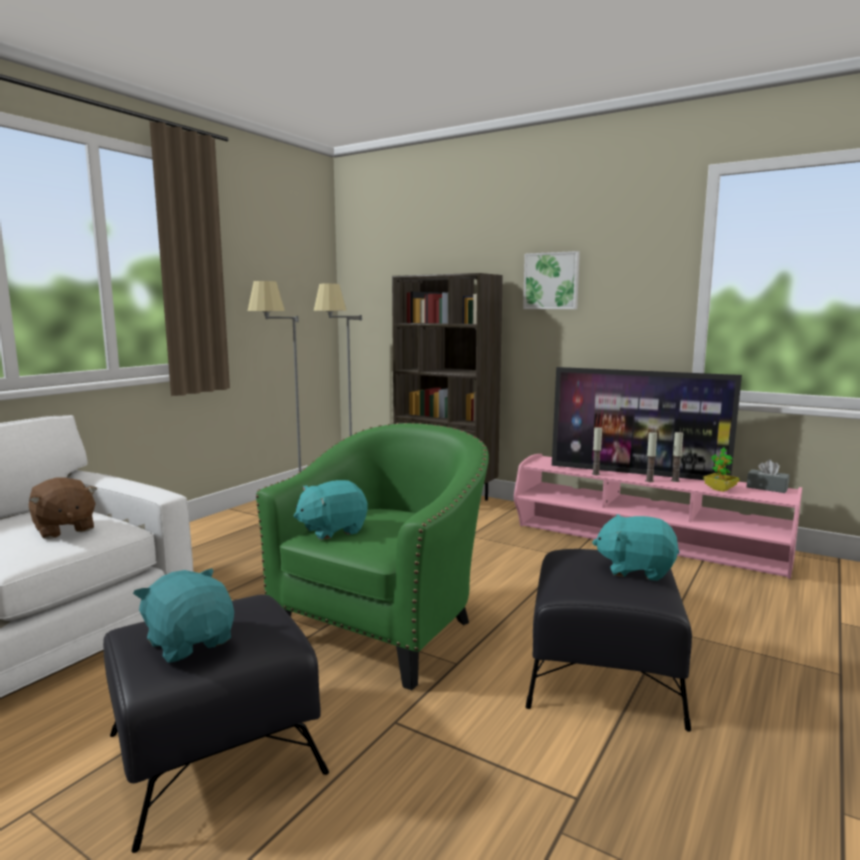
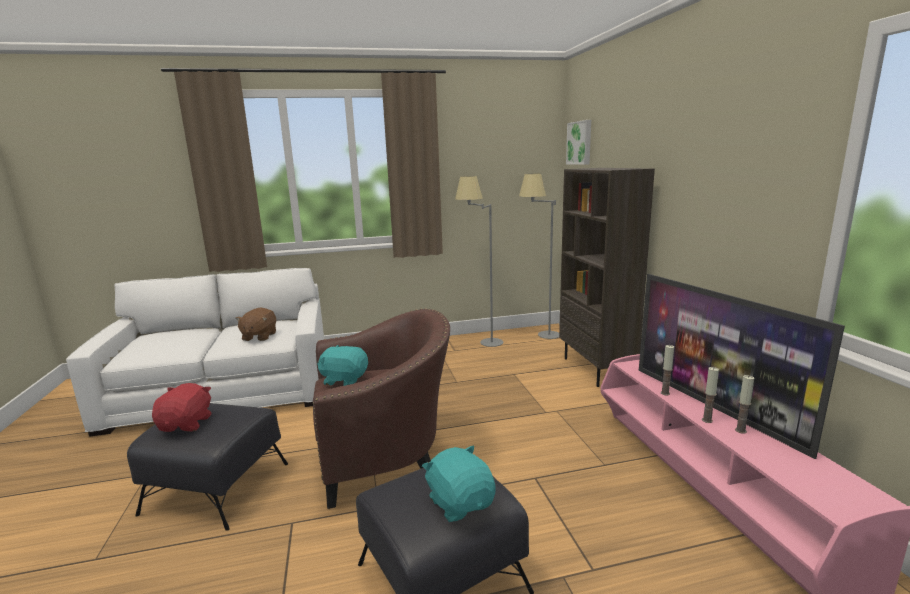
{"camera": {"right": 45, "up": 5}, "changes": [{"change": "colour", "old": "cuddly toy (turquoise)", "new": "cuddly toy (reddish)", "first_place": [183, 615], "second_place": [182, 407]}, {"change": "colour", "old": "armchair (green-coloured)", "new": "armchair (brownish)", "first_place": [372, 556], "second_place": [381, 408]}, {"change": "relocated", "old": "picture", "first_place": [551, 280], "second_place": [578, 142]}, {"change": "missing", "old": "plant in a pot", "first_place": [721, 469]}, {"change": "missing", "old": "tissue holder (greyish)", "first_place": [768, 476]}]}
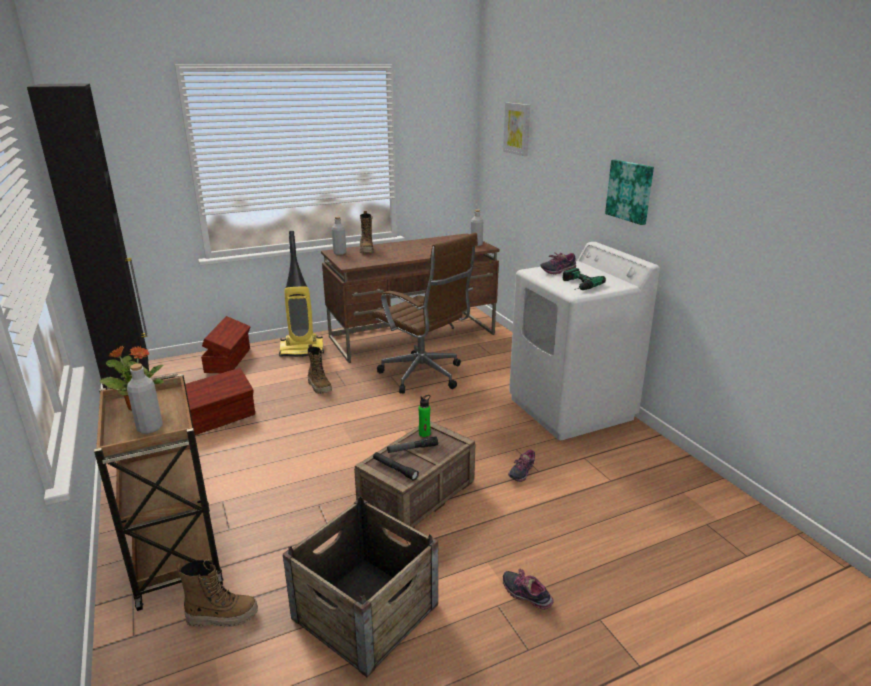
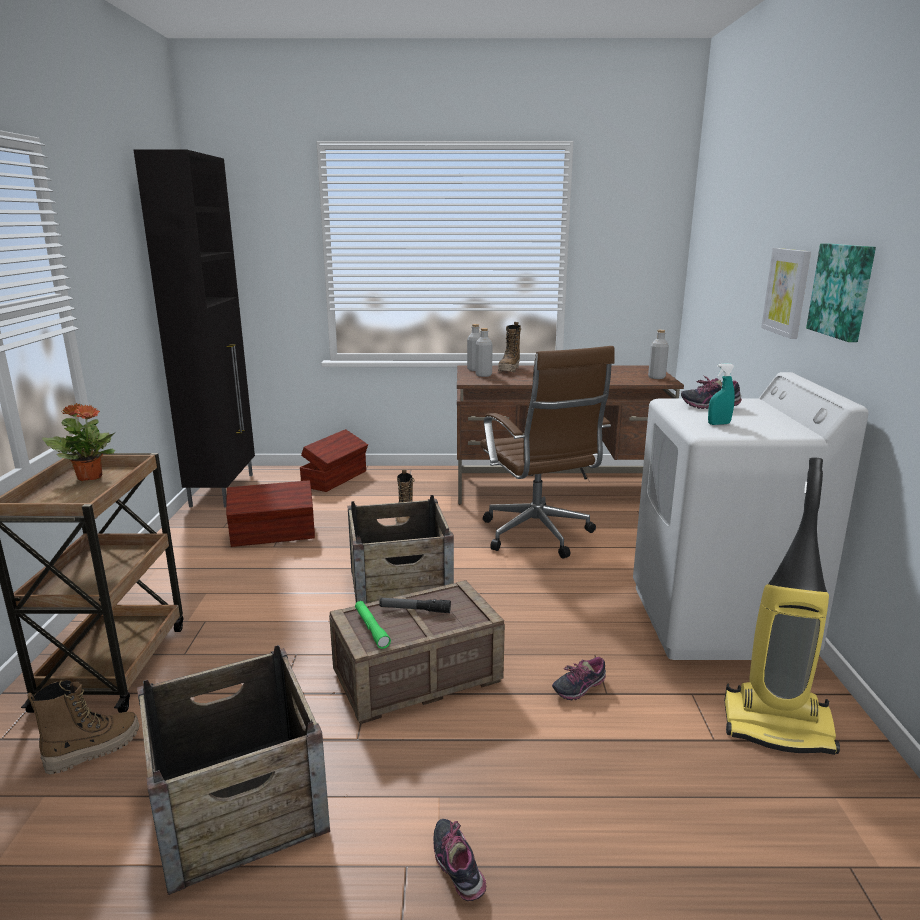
{"camera": {"right": 25, "up": -5}, "changes": [{"change": "relocated", "old": "beverage bottle (greyish)", "first_place": [145, 398], "second_place": [484, 352]}, {"change": "spun", "old": "tall boot", "first_place": [217, 593], "second_place": [83, 727], "degrees": -60}, {"change": "relocated", "old": "vacuum", "first_place": [301, 294], "second_place": [782, 606]}, {"change": "colour", "old": "flashlight (black)", "new": "flashlight (green-coloured)", "first_place": [396, 466], "second_place": [373, 625]}, {"change": "missing", "old": "beverage bottle (green-coloured)", "first_place": [424, 416]}, {"change": "relocated", "old": "picture", "first_place": [516, 129], "second_place": [786, 293]}, {"change": "exchanged", "old": "drill", "new": "sprayer (turquoise)", "first_place": [584, 279], "second_place": [721, 394]}, {"change": "appeared", "new": "packing crate", "second_place": [401, 549]}]}
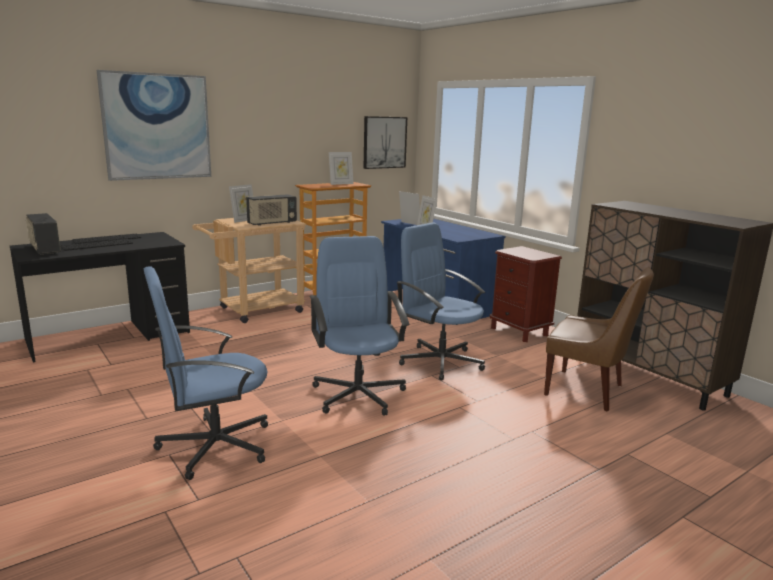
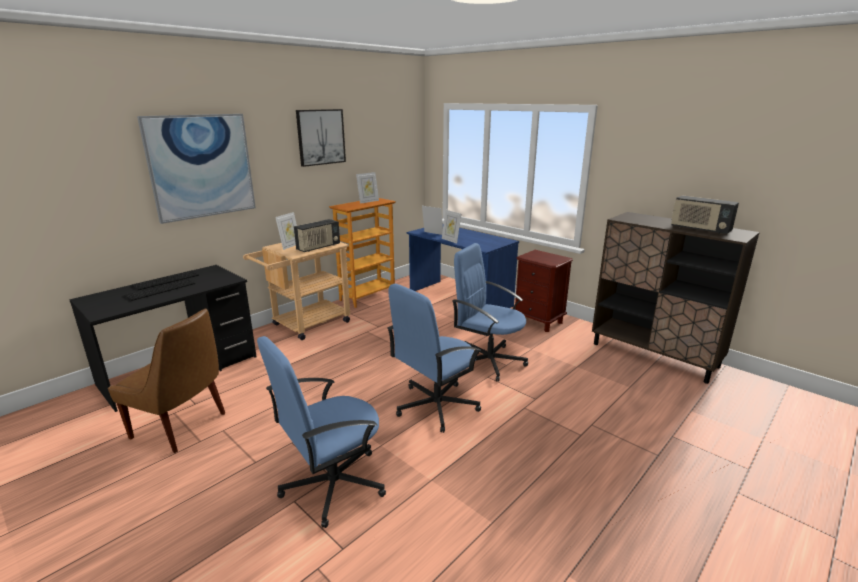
{"camera": {"right": -10, "up": 5}, "changes": [{"change": "relocated", "old": "radio set", "first_place": [43, 234], "second_place": [705, 214]}, {"change": "spun", "old": "office chair (blue-coloured)", "first_place": [360, 326], "second_place": [434, 358], "degrees": -105}, {"change": "relocated", "old": "picture", "first_place": [385, 142], "second_place": [321, 138]}, {"change": "relocated", "old": "plain chair (brownish)", "first_place": [599, 339], "second_place": [166, 380]}]}
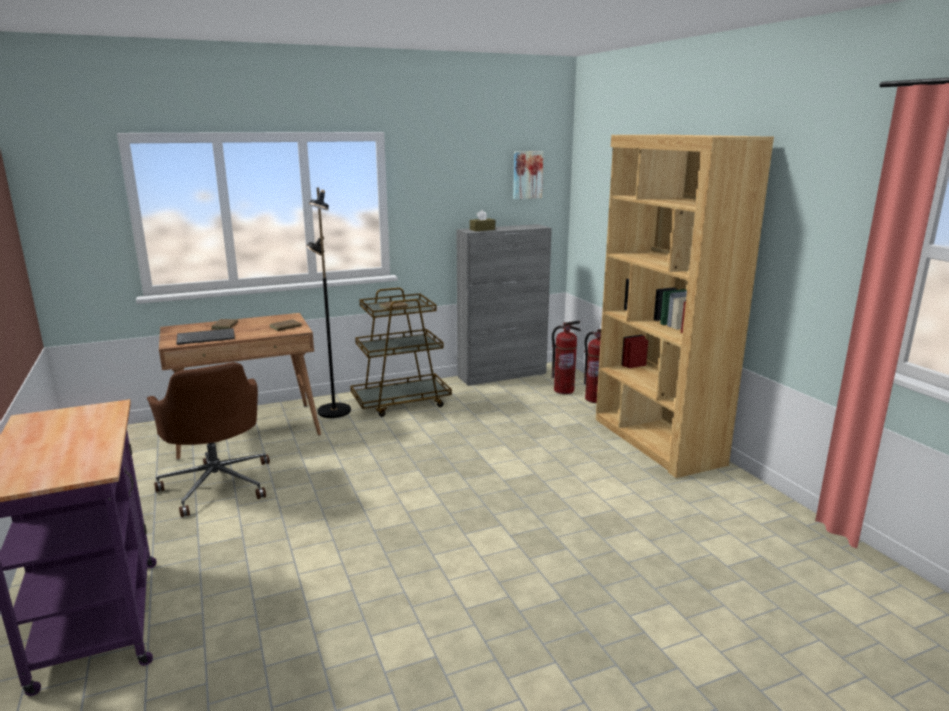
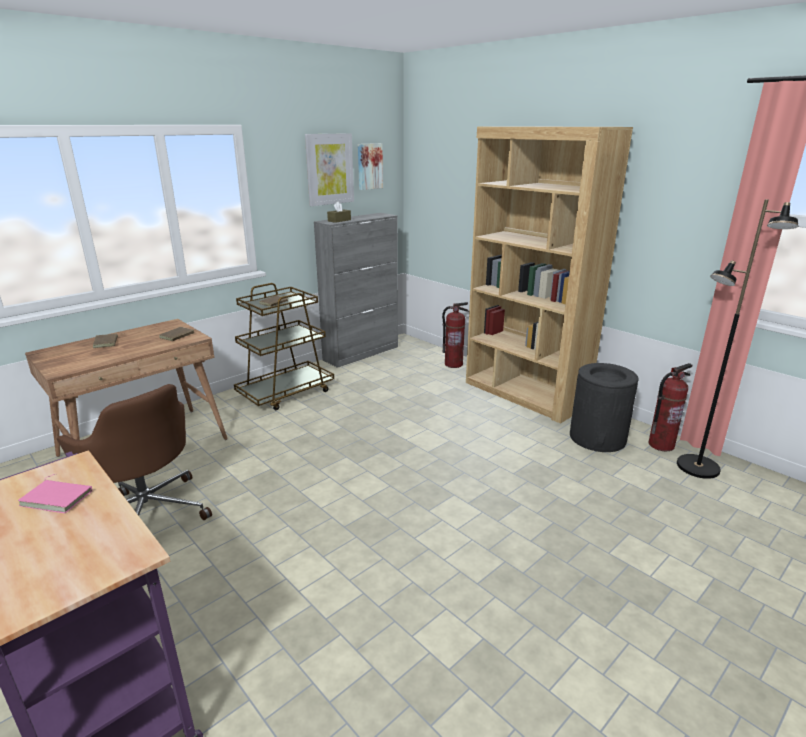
{"camera": {"right": -20, "up": 5}, "changes": [{"change": "missing", "old": "computer keyboard", "first_place": [205, 336]}, {"change": "relocated", "old": "floor lamp (black)", "first_place": [328, 303], "second_place": [737, 339]}, {"change": "relocated", "old": "fire-fighting cylinder", "first_place": [566, 357], "second_place": [670, 407]}, {"change": "appeared", "new": "volume (pink-coloured)", "second_place": [55, 493]}, {"change": "appeared", "new": "picture", "second_place": [329, 169]}, {"change": "appeared", "new": "waste bin (black)", "second_place": [604, 407]}]}
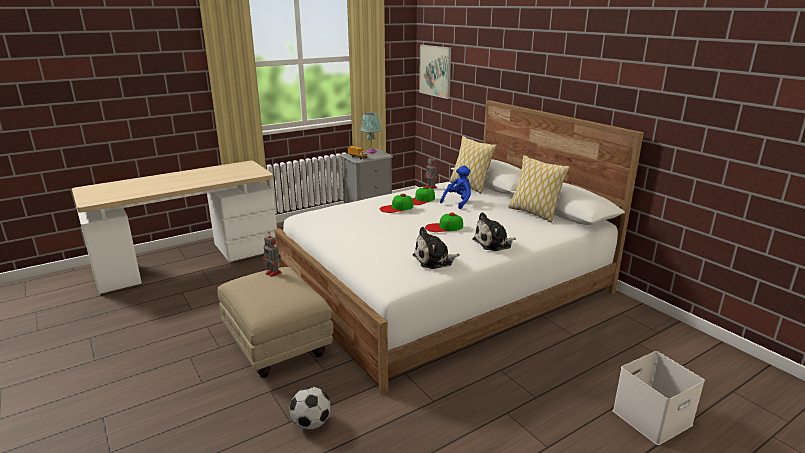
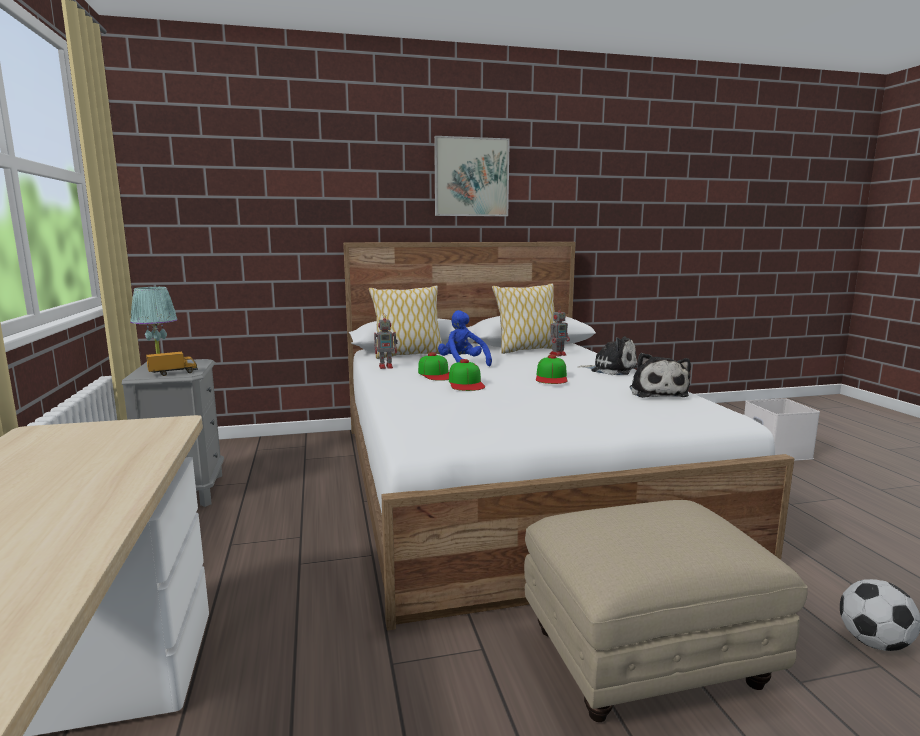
{"camera": {"right": -70, "up": -10}, "changes": [{"change": "relocated", "old": "robot figure", "first_place": [272, 254], "second_place": [559, 331]}, {"change": "relocated", "old": "picture", "first_place": [435, 72], "second_place": [472, 176]}, {"change": "spun", "old": "cuddly toy", "first_place": [494, 231], "second_place": [607, 355], "degrees": -60}]}
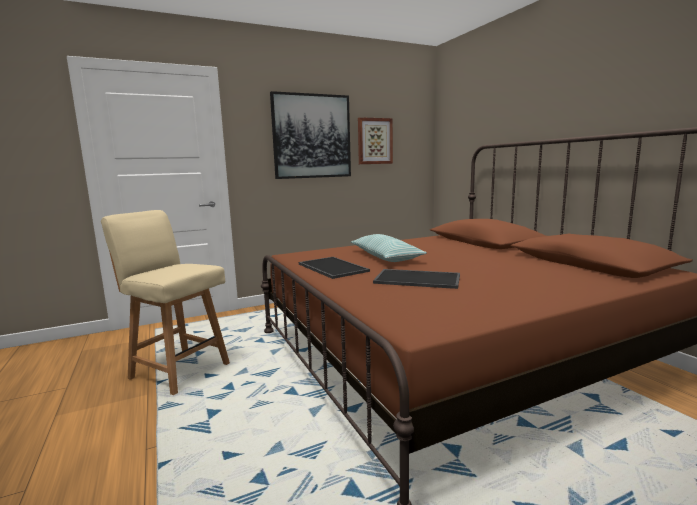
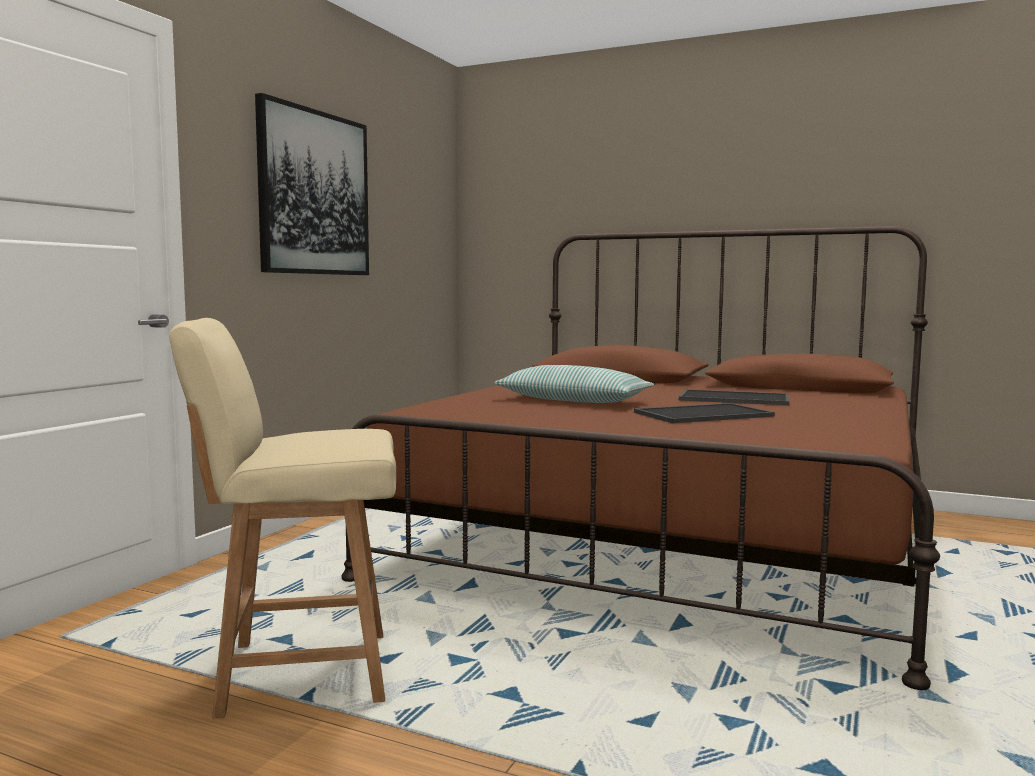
{"camera": {"right": -40, "up": -5}, "changes": [{"change": "relocated", "old": "tray", "first_place": [334, 268], "second_place": [734, 397]}, {"change": "missing", "old": "picture", "first_place": [375, 140]}]}
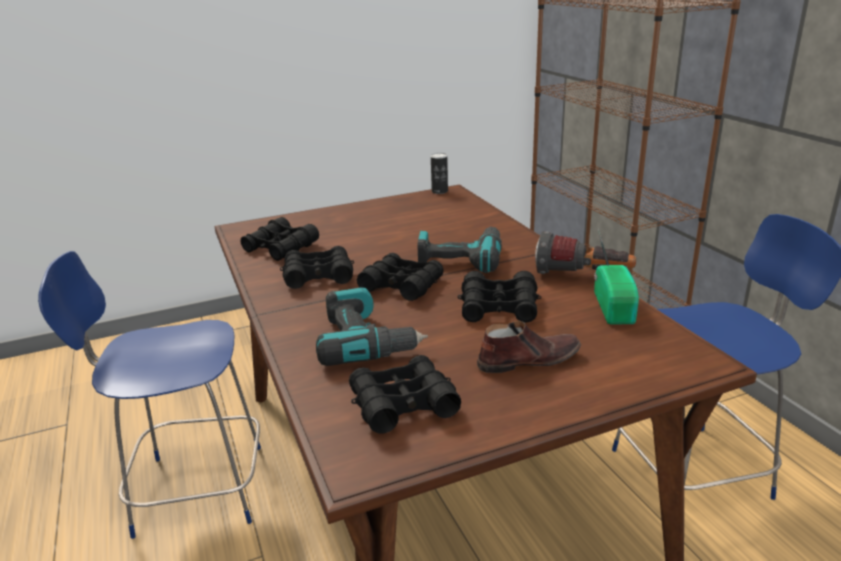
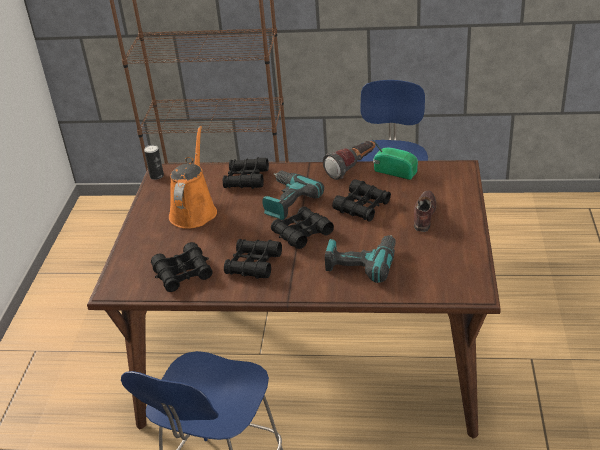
{"camera": {"right": -60, "up": 10}, "changes": [{"change": "relocated", "old": "pair of binoculars (black)", "first_place": [405, 394], "second_place": [246, 173]}, {"change": "appeared", "new": "sprinkling can (orange)", "second_place": [193, 177]}]}
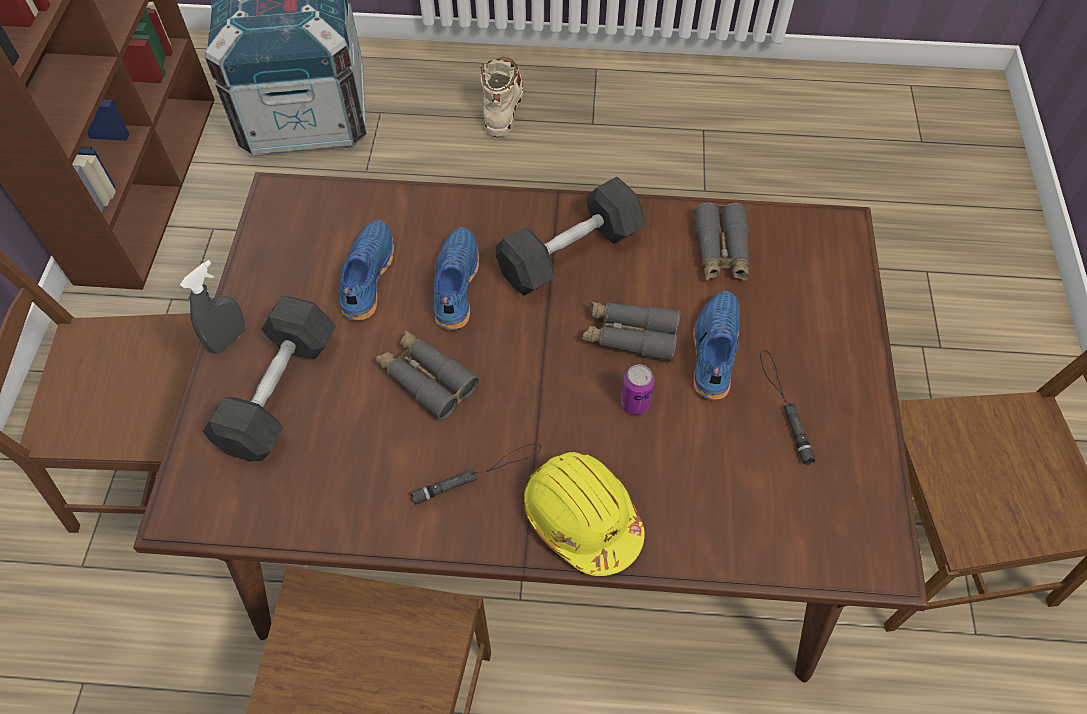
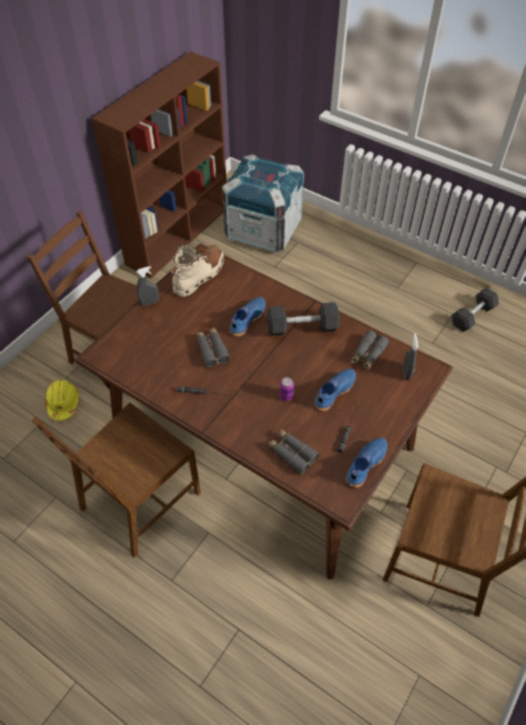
{"camera": {"right": 30, "up": -5}, "changes": [{"change": "relocated", "old": "free weight (greyish)", "first_place": [269, 378], "second_place": [475, 310]}, {"change": "relocated", "old": "item of footwear (blue-coloured)", "first_place": [367, 270], "second_place": [367, 463]}, {"change": "relocated", "old": "tall boot (sand-coloured)", "first_place": [501, 97], "second_place": [197, 270]}, {"change": "relocated", "old": "safety helmet (yellow-coloured)", "first_place": [584, 514], "second_place": [62, 400]}, {"change": "relocated", "old": "pair of binoculars (greyish)", "first_place": [631, 331], "second_place": [293, 451]}, {"change": "appeared", "new": "sprayer (greyish)", "second_place": [410, 356]}]}
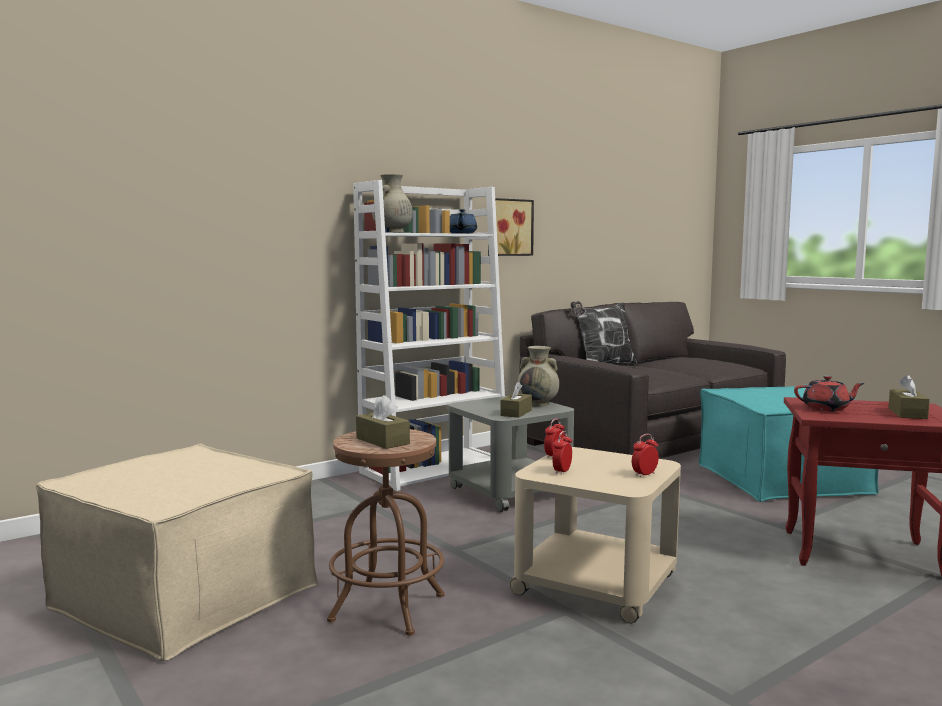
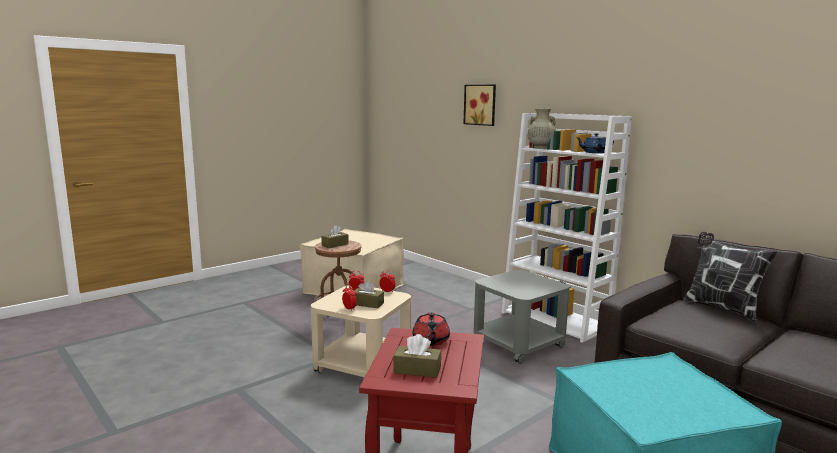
{"camera": {"right": 85, "up": 5}, "changes": [{"change": "relocated", "old": "picture", "first_place": [511, 227], "second_place": [479, 105]}, {"change": "relocated", "old": "tissue holder (brownish)", "first_place": [516, 400], "second_place": [369, 294]}, {"change": "missing", "old": "vase (sand-coloured)", "first_place": [538, 376]}]}
